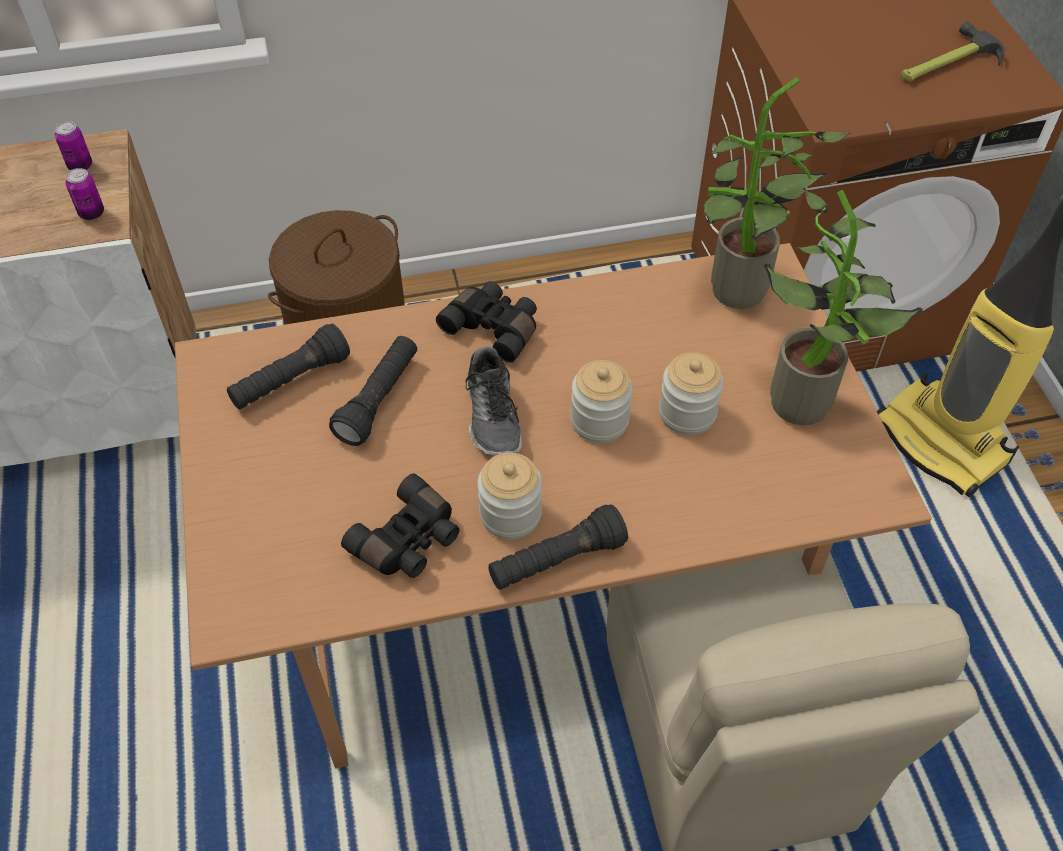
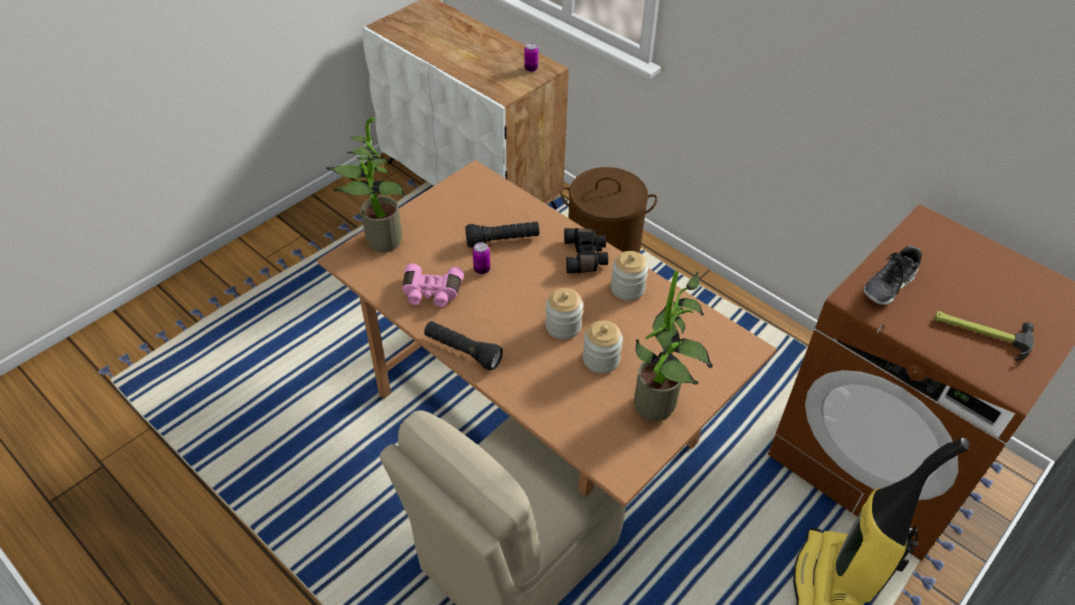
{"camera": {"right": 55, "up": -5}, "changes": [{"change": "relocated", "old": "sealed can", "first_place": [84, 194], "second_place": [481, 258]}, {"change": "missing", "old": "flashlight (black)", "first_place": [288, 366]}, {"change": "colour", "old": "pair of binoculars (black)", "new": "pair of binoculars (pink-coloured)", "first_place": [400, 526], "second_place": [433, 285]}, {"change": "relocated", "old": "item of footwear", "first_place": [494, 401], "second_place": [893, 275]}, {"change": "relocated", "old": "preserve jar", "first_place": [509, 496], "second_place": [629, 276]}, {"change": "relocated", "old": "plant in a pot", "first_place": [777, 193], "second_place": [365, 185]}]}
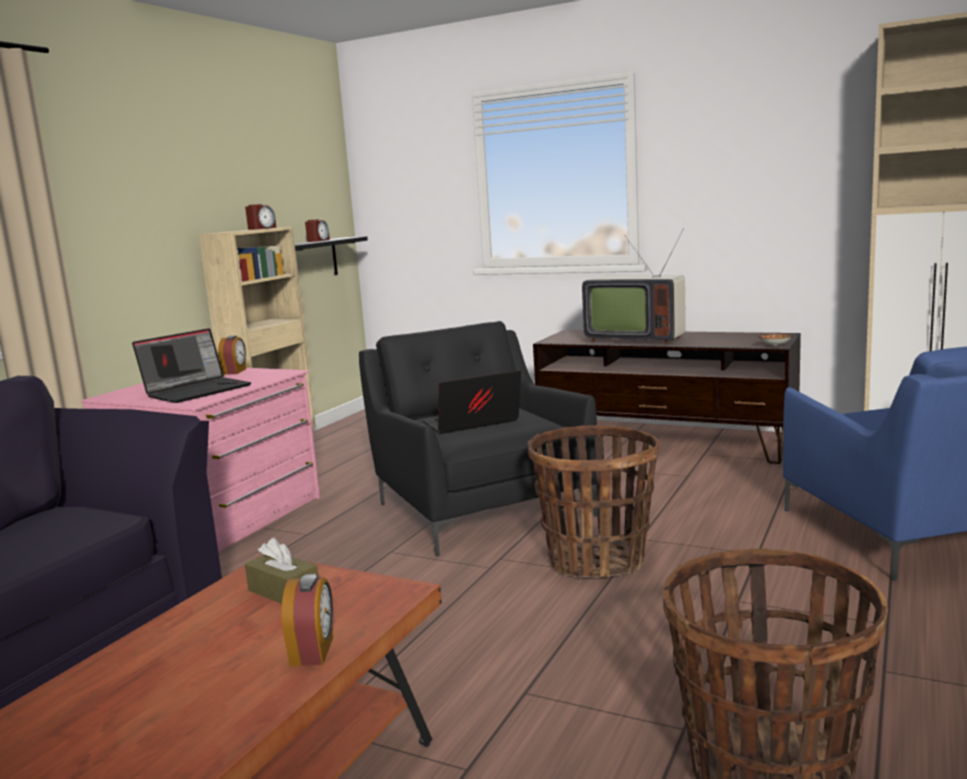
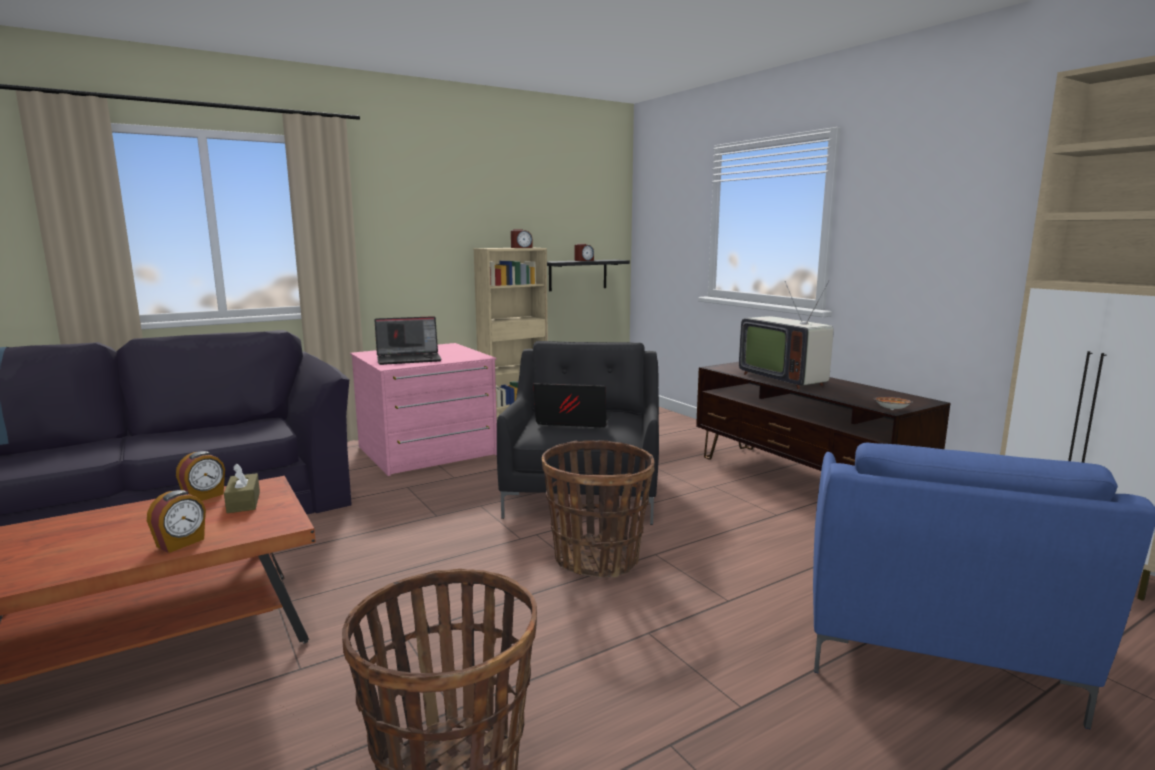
{"camera": {"right": 30, "up": 0}, "changes": [{"change": "relocated", "old": "table clock", "first_place": [232, 355], "second_place": [200, 476]}]}
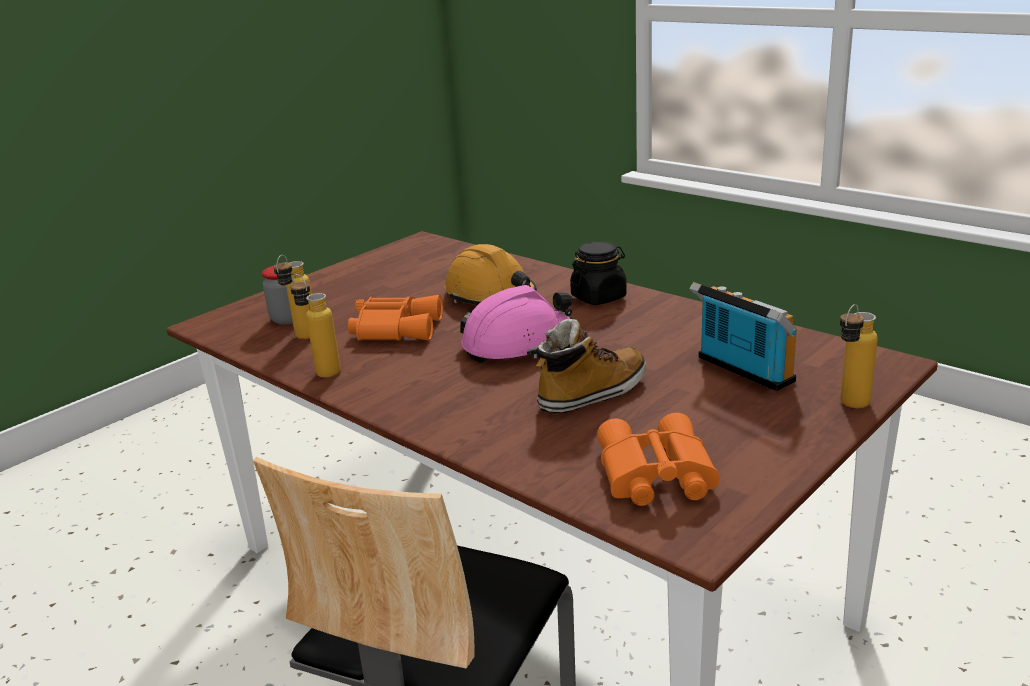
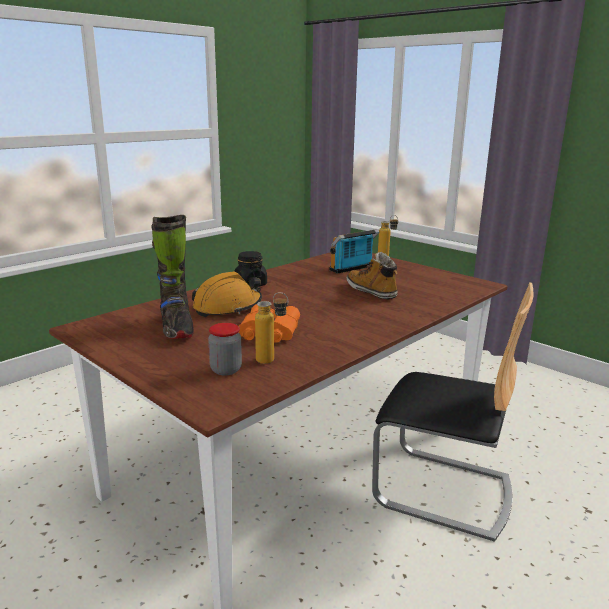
{"camera": {"right": -90, "up": -5}, "changes": [{"change": "missing", "old": "beverage bottle", "first_place": [315, 326]}, {"change": "missing", "old": "safety helmet (pink-coloured)", "first_place": [516, 324]}, {"change": "missing", "old": "pair of binoculars (orange)", "first_place": [658, 459]}, {"change": "appeared", "new": "tall boot (black)", "second_place": [172, 277]}]}
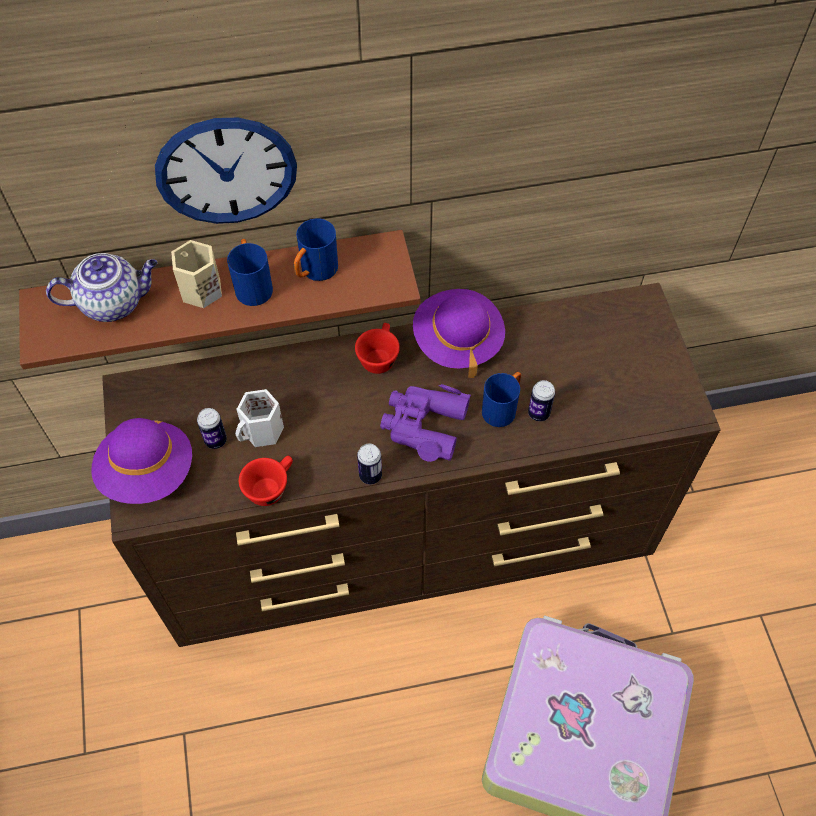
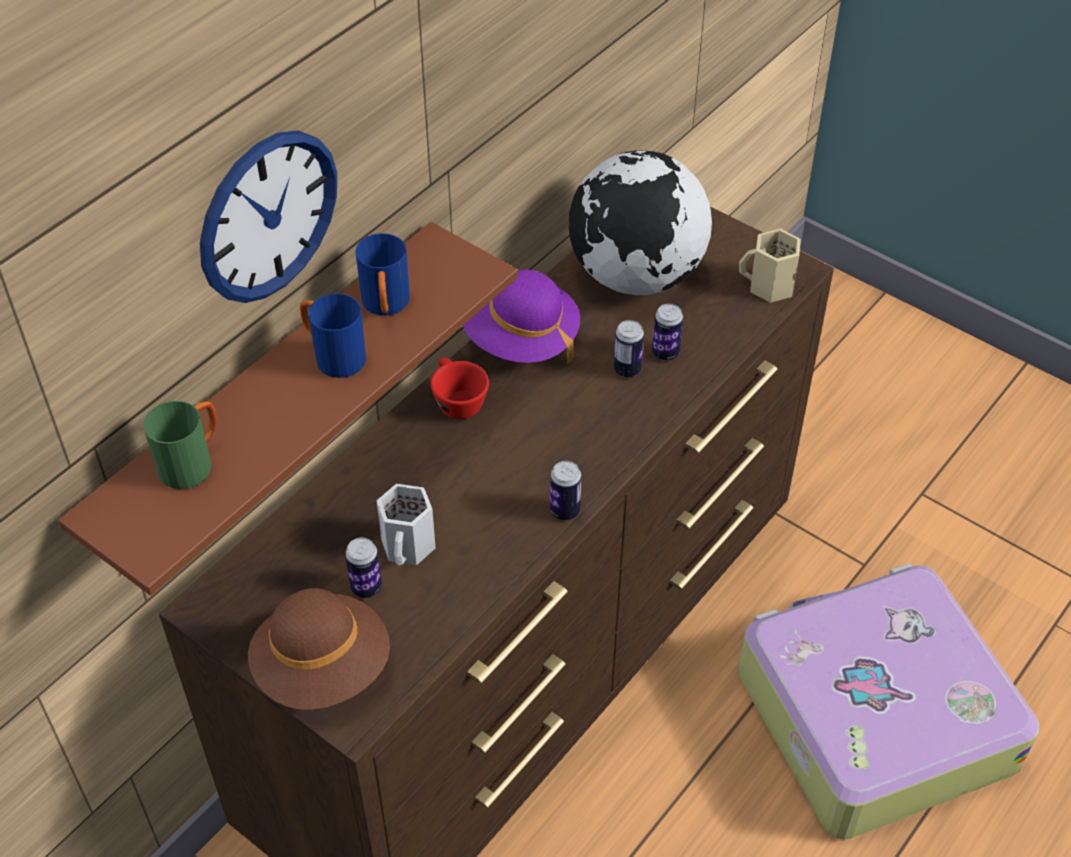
{"camera": {"right": -40, "up": -10}, "changes": [{"change": "exchanged", "old": "teapot", "new": "mug (green-coloured)", "first_place": [101, 287], "second_place": [180, 445]}, {"change": "colour", "old": "wearable hat (purple-coloured)", "new": "wearable hat (brownish)", "first_place": [141, 461], "second_place": [319, 649]}, {"change": "relocated", "old": "mug (sand-coloured)", "first_place": [196, 274], "second_place": [770, 266]}, {"change": "missing", "old": "small cup (reddish)", "first_place": [266, 481]}, {"change": "missing", "old": "pair of binoculars (purple-coloured)", "first_place": [425, 423]}, {"change": "exchanged", "old": "mug (blue-coloured)", "new": "sealed can", "first_place": [501, 399], "second_place": [629, 349]}, {"change": "appeared", "new": "world globe", "second_place": [640, 222]}]}
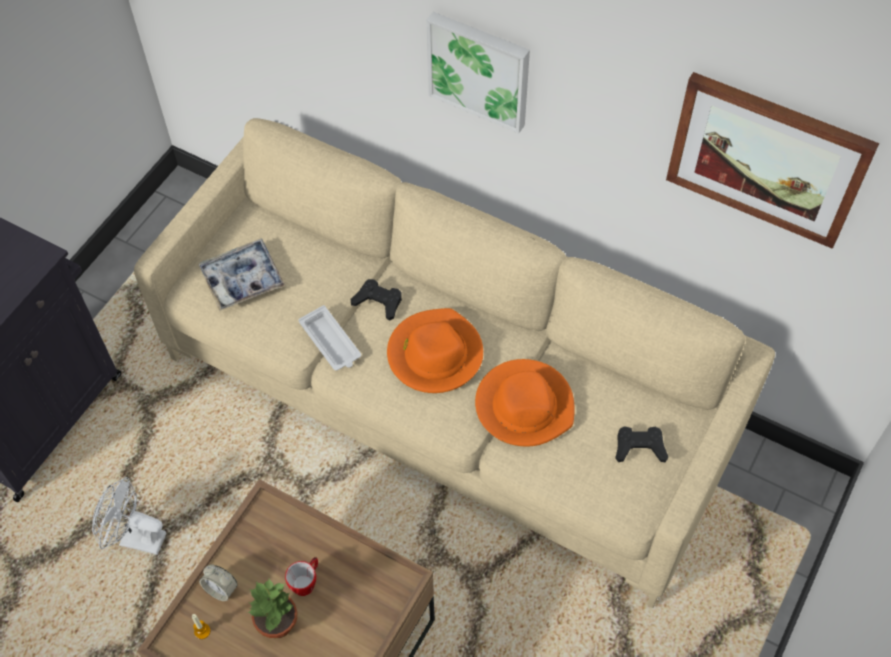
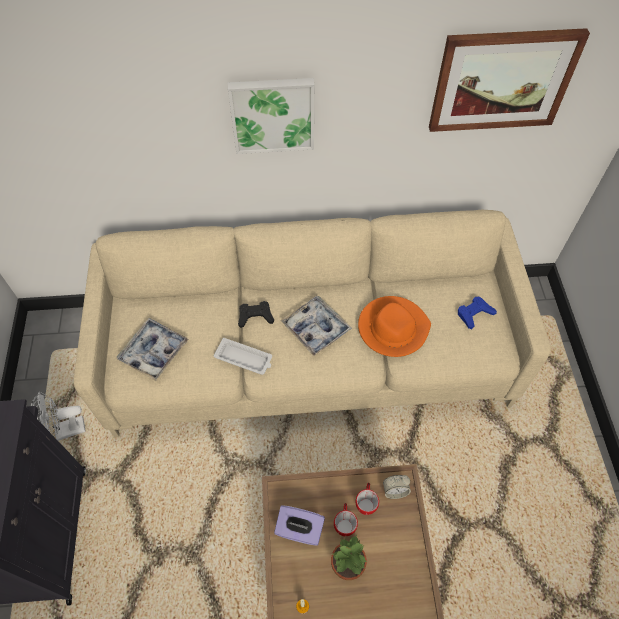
{"camera": {"right": -35, "up": 0}, "changes": [{"change": "relocated", "old": "fan (white-coloured)", "first_place": [129, 516], "second_place": [58, 416]}, {"change": "relocated", "old": "table clock", "first_place": [218, 582], "second_place": [397, 487]}, {"change": "exchanged", "old": "wearable hat (orange)", "new": "tray", "first_place": [435, 350], "second_place": [316, 326]}, {"change": "colour", "old": "game controller (black)", "new": "game controller (blue-coloured)", "first_place": [641, 444], "second_place": [477, 313]}, {"change": "appeared", "new": "tissue holder (purple-coloured)", "second_place": [299, 525]}, {"change": "appeared", "new": "mug", "second_place": [367, 499]}]}
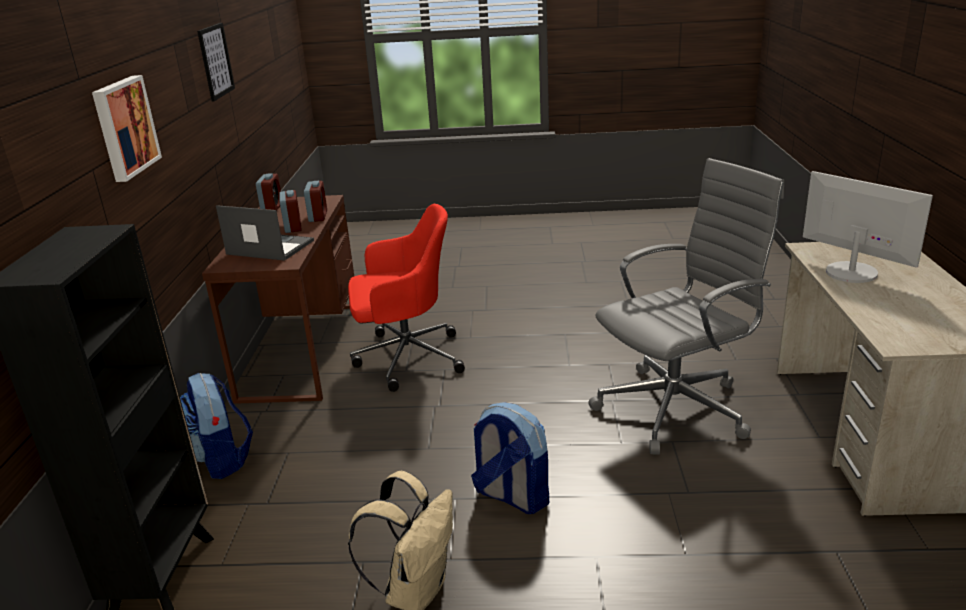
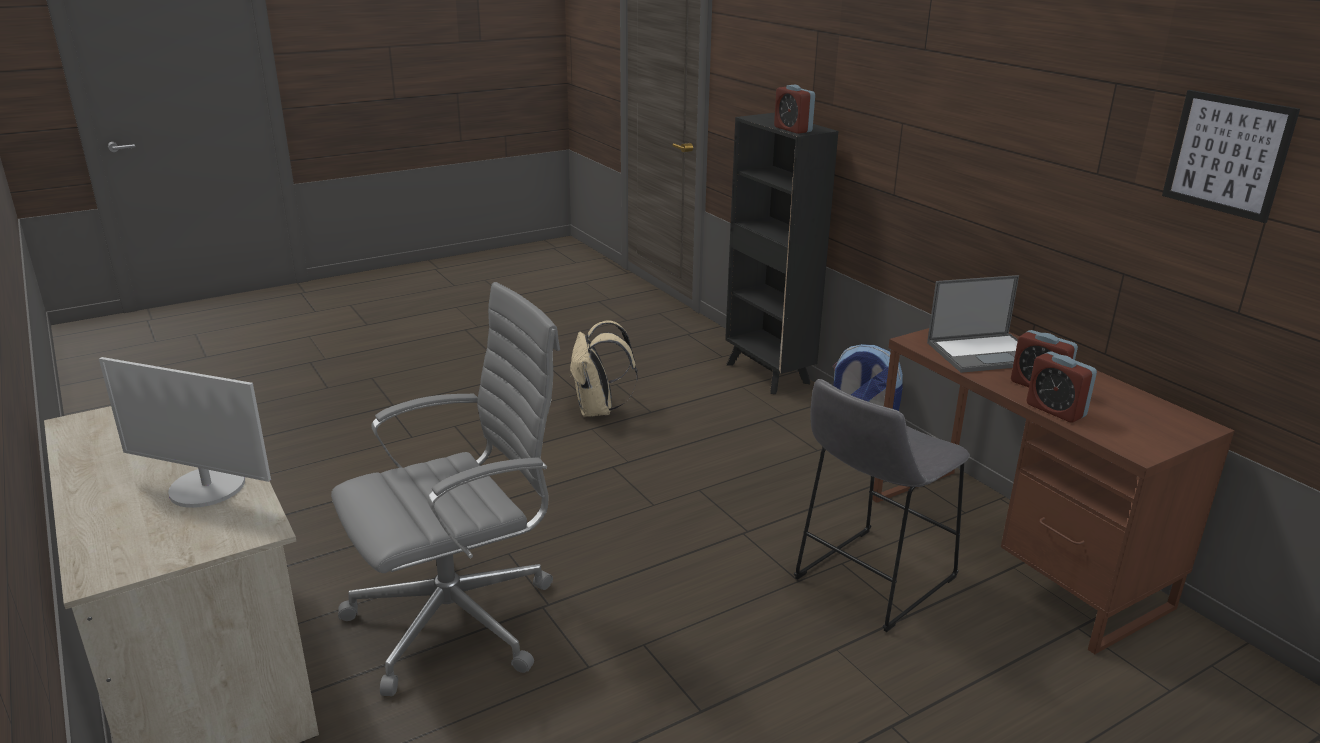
{"camera": {"right": 145, "up": 0}, "changes": [{"change": "missing", "old": "picture", "first_place": [127, 128]}, {"change": "relocated", "old": "table clock", "first_place": [268, 192], "second_place": [794, 109]}, {"change": "exchanged", "old": "office chair (reddish)", "new": "stool (greyish)", "first_place": [406, 298], "second_place": [882, 505]}, {"change": "missing", "old": "backpack", "first_place": [510, 458]}, {"change": "spun", "old": "office chair (greyish)", "first_place": [686, 306], "second_place": [445, 489], "degrees": -150}]}
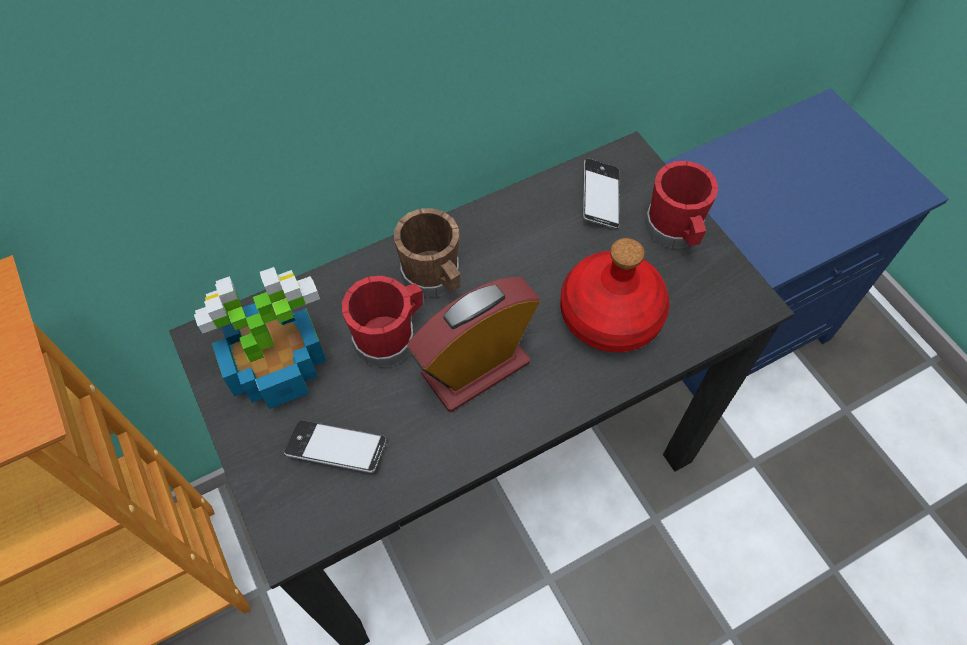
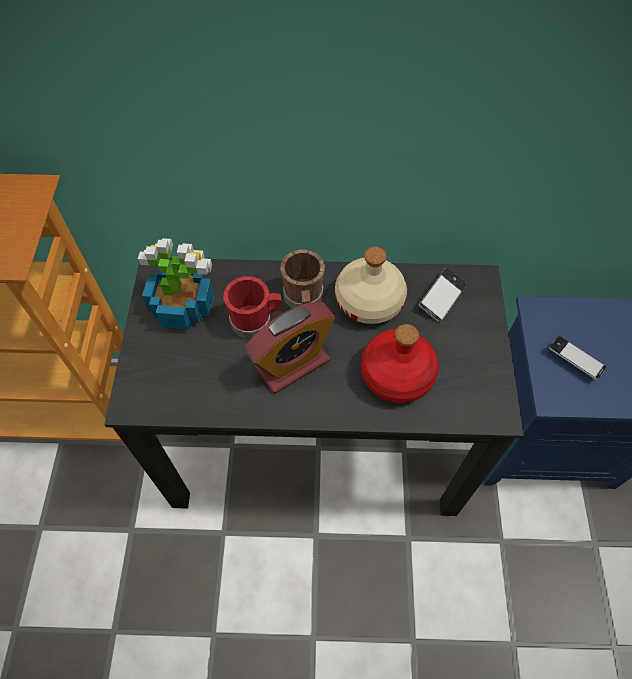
{"camera": {"right": 30, "up": 0}, "changes": [{"change": "relocated", "old": "telephone", "first_place": [335, 446], "second_place": [578, 358]}, {"change": "spun", "old": "table clock", "first_place": [473, 344], "second_place": [290, 348], "degrees": 150}, {"change": "missing", "old": "mug (reddish)", "first_place": [681, 204]}, {"change": "appeared", "new": "beverage bottle (sand-coloured)", "second_place": [371, 285]}]}
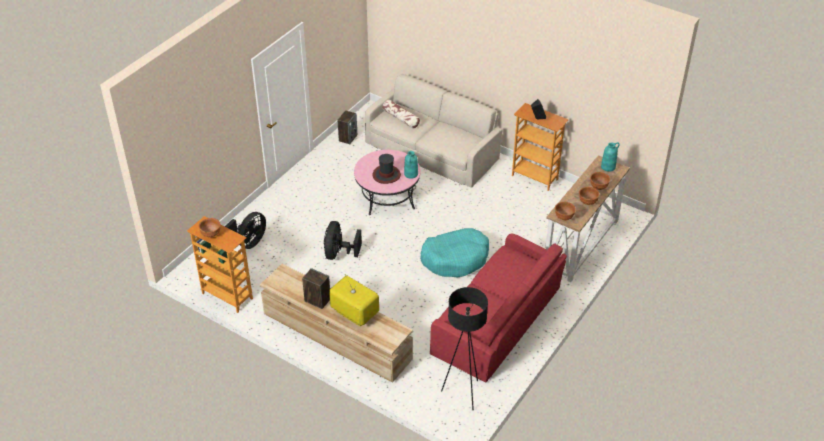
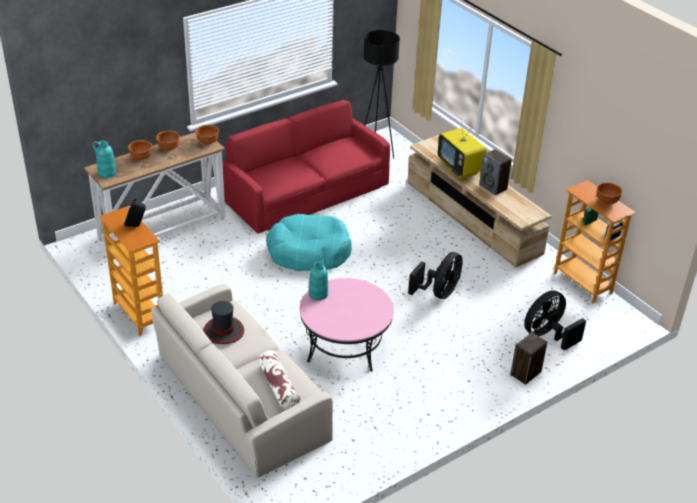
{"camera": {"right": -160, "up": -5}, "changes": [{"change": "relocated", "old": "speaker", "first_place": [347, 127], "second_place": [528, 358]}, {"change": "relocated", "old": "wearable hat", "first_place": [386, 169], "second_place": [223, 322]}]}
